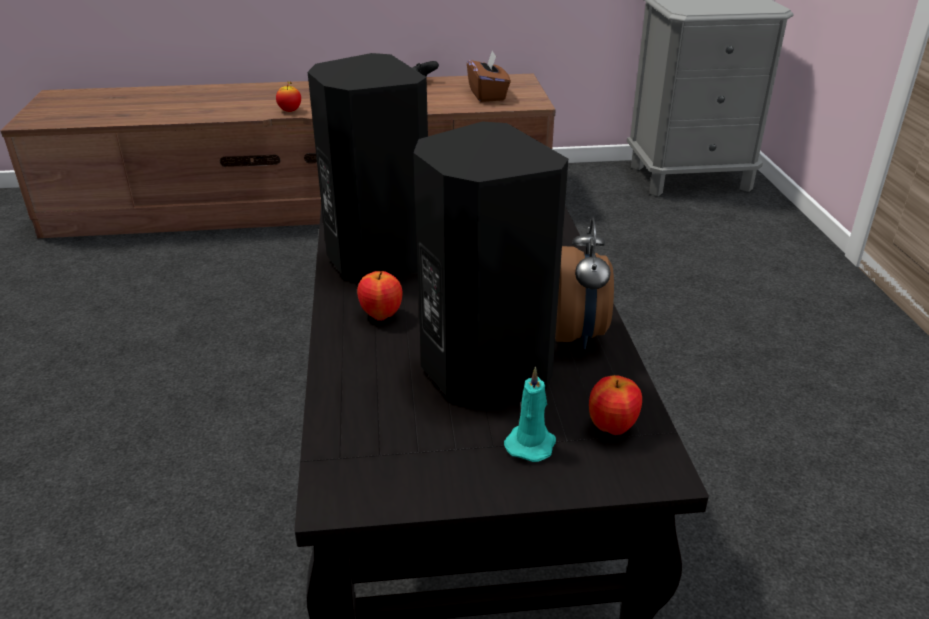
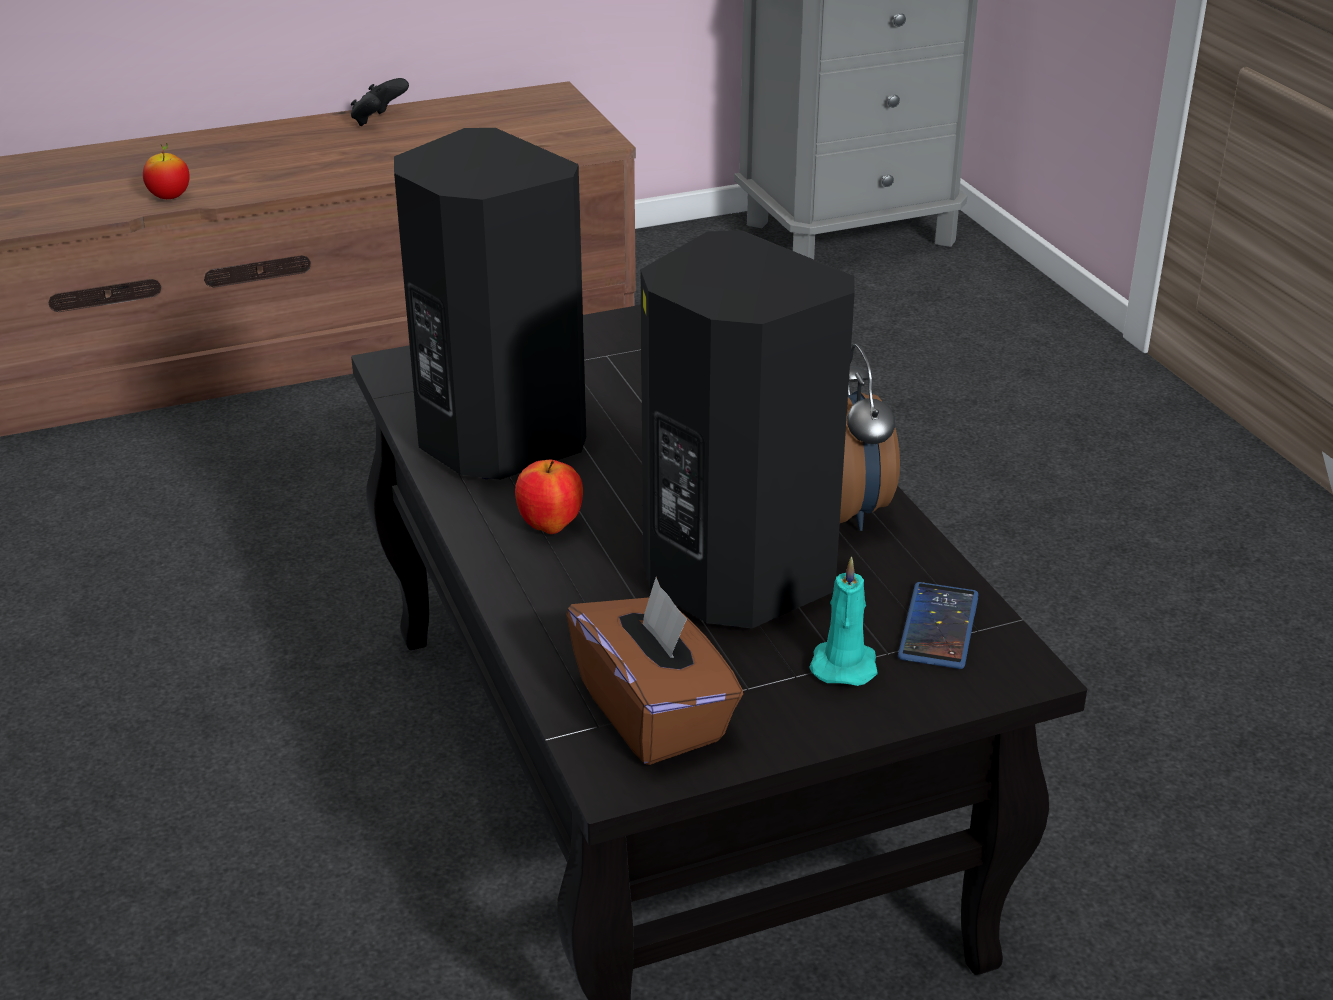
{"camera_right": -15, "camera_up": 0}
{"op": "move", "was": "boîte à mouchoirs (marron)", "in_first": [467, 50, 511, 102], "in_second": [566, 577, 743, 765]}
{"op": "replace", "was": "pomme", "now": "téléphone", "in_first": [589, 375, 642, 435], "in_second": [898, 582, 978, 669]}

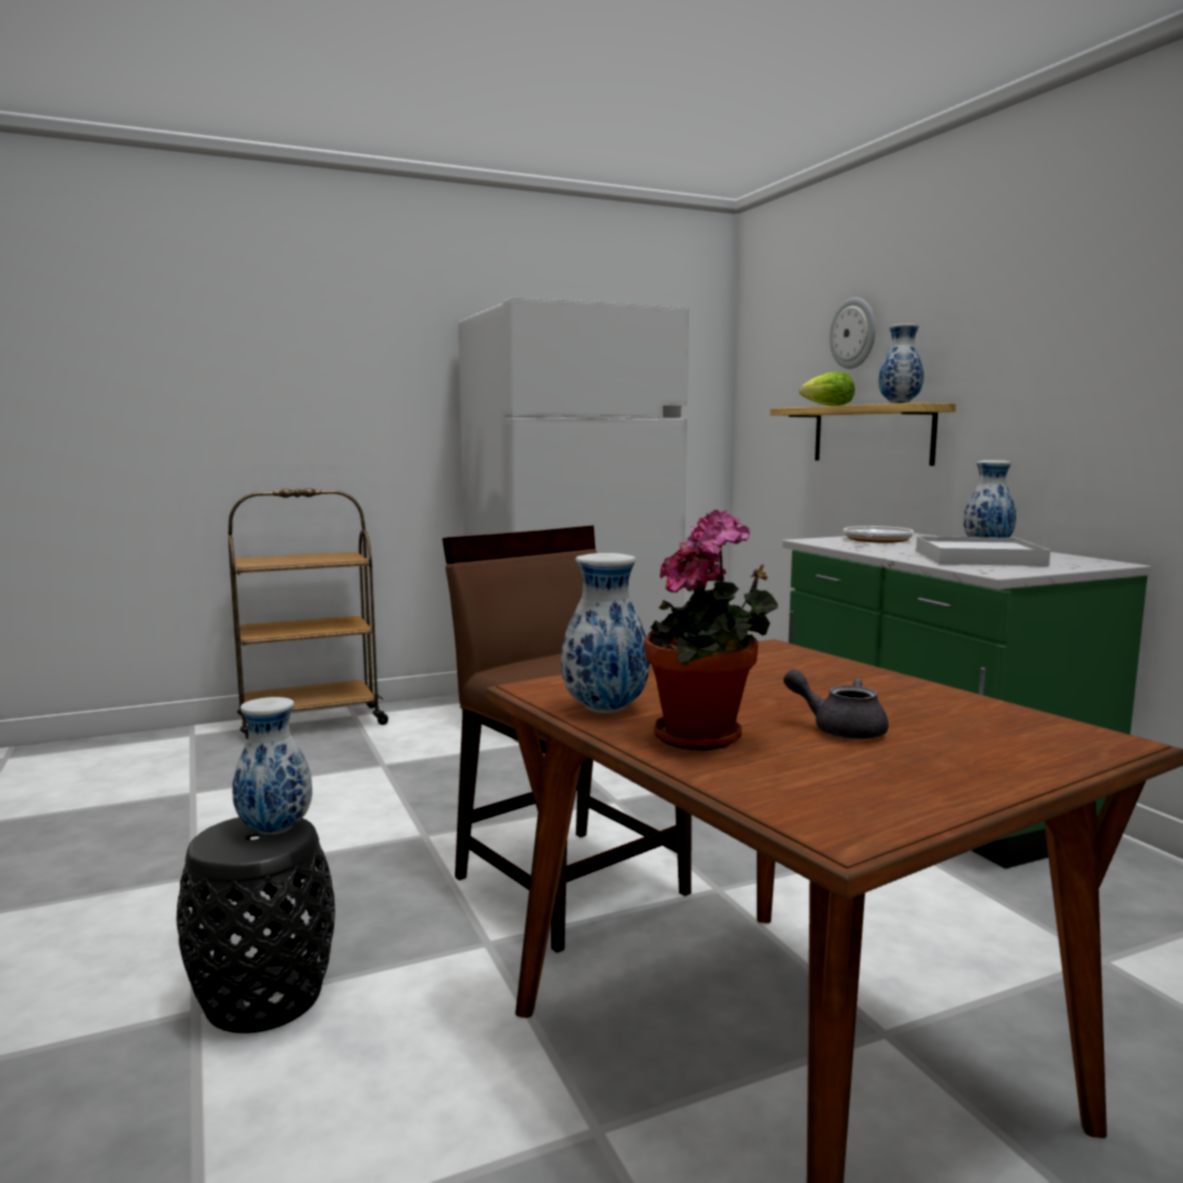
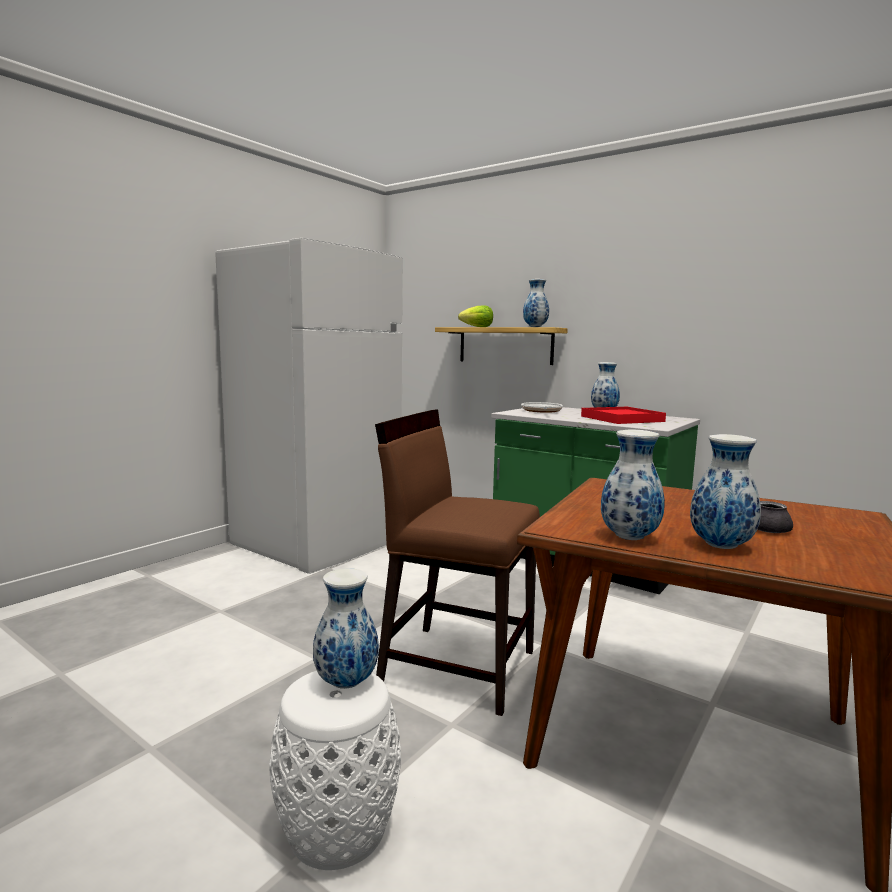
{"camera_right": -30, "camera_up": 0}
{"op": "recolor", "was": "tabouret (noir)", "now": "tabouret (blanc)", "in_first": [177, 817, 335, 1033], "in_second": [269, 671, 401, 870]}
{"op": "delete", "was": "chariot (marron)", "in_first": [228, 488, 388, 739]}
{"op": "replace", "was": "plante en pot", "now": "vase", "in_first": [644, 510, 778, 750], "in_second": [690, 434, 761, 549]}
{"op": "delete", "was": "horloge murale", "in_first": [829, 298, 876, 369]}
{"op": "recolor", "was": "plateau (blanc)", "now": "plateau (rouge)", "in_first": [916, 536, 1051, 566], "in_second": [581, 407, 666, 424]}

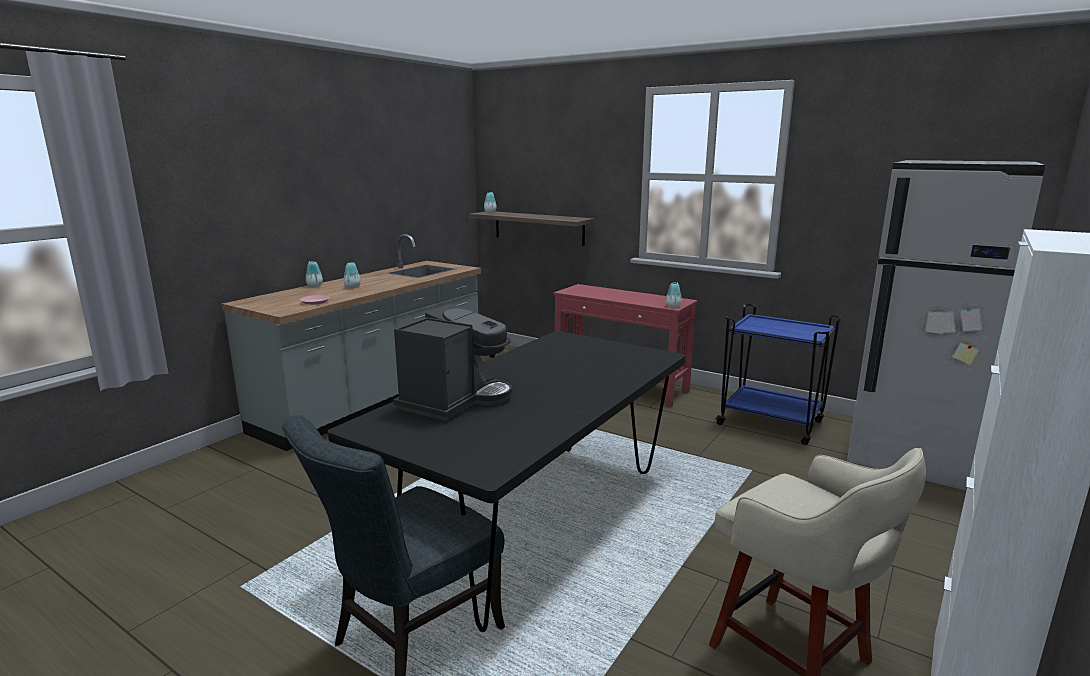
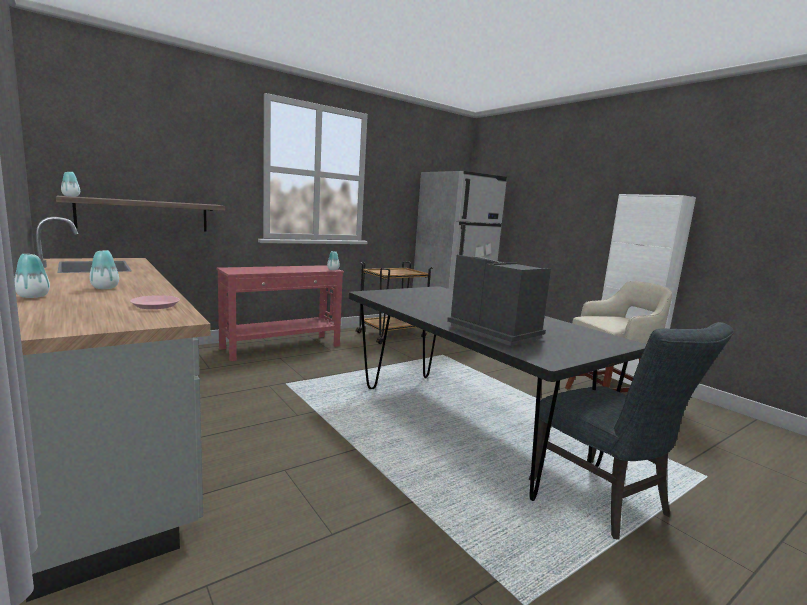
{"camera_right": -70, "camera_up": -5}
{"op": "recolor", "was": "chariot (bleu)", "now": "chariot (marron)", "in_first": [714, 304, 841, 445], "in_second": [355, 261, 433, 344]}

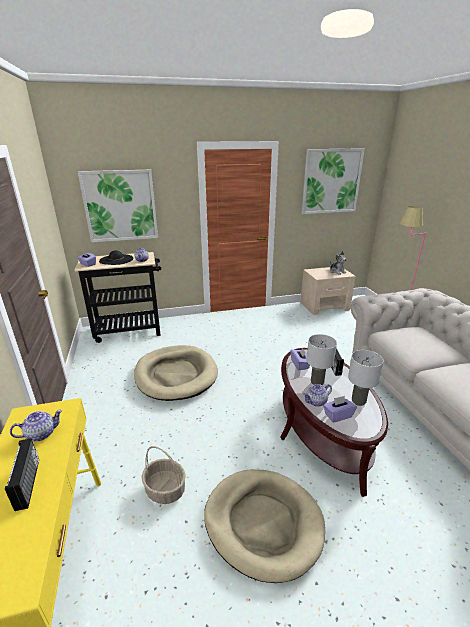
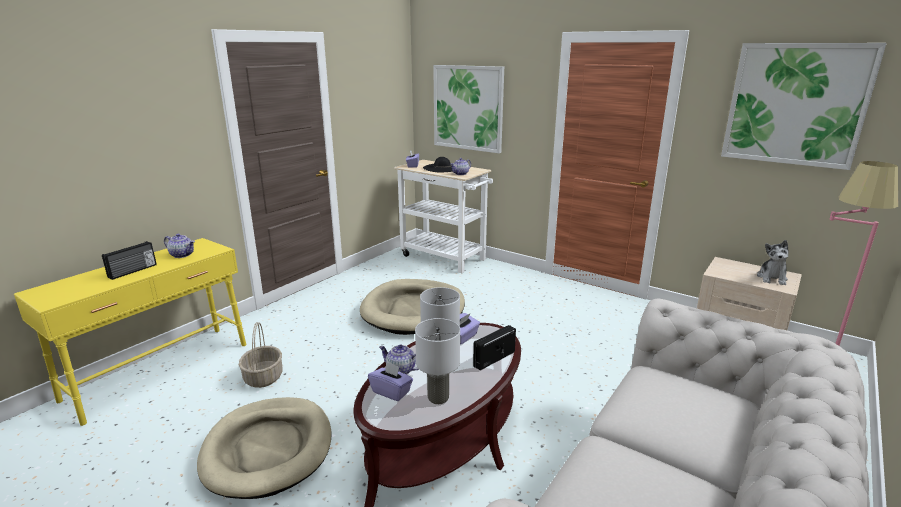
{"camera_right": 50, "camera_up": -5}
{"op": "recolor", "was": "chariot (noir)", "now": "chariot (blanc)", "in_first": [75, 252, 161, 343], "in_second": [394, 160, 493, 273]}

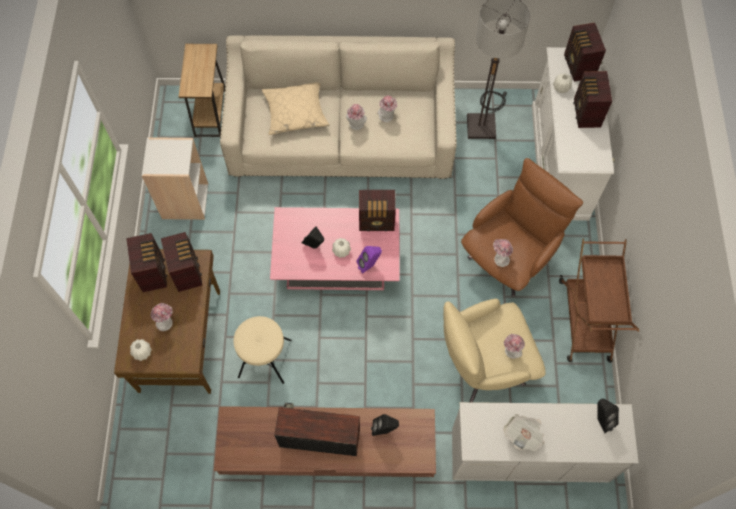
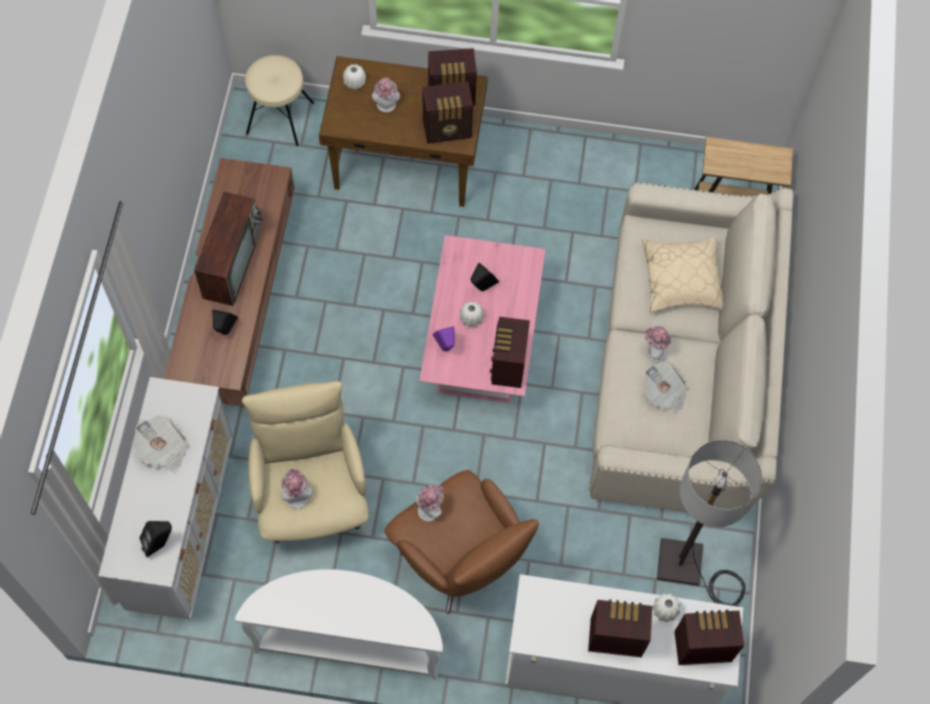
{"camera_right": 95, "camera_up": 0}
{"op": "delete", "was": "bibliothèque", "in_first": [142, 137, 208, 220]}
{"op": "move", "was": "tabouret (beige)", "in_first": [233, 316, 292, 384], "in_second": [245, 55, 314, 146]}
{"op": "replace", "was": "chapeau", "now": "journal", "in_first": [377, 95, 397, 122], "in_second": [643, 361, 688, 414]}
{"op": "replace", "was": "chariot (marron)", "now": "table console (blanc)", "in_first": [559, 239, 639, 363], "in_second": [235, 569, 443, 680]}

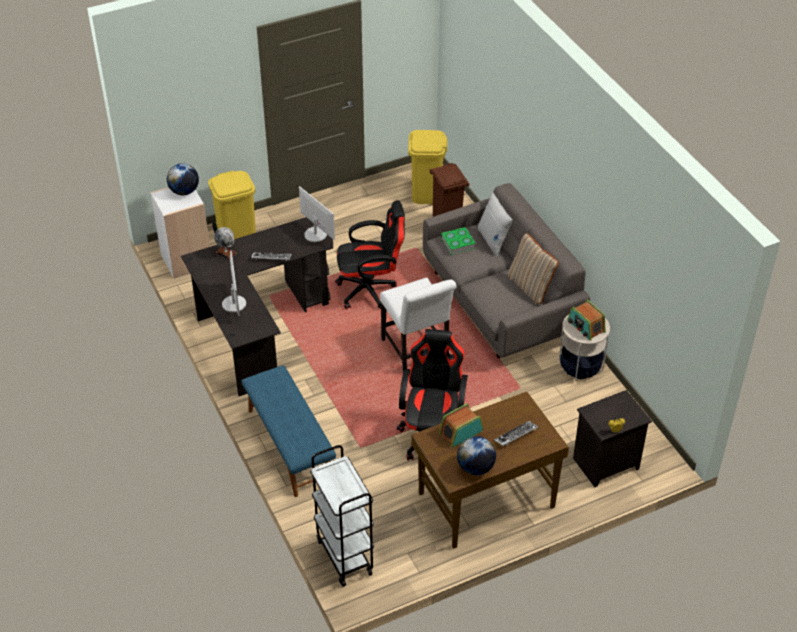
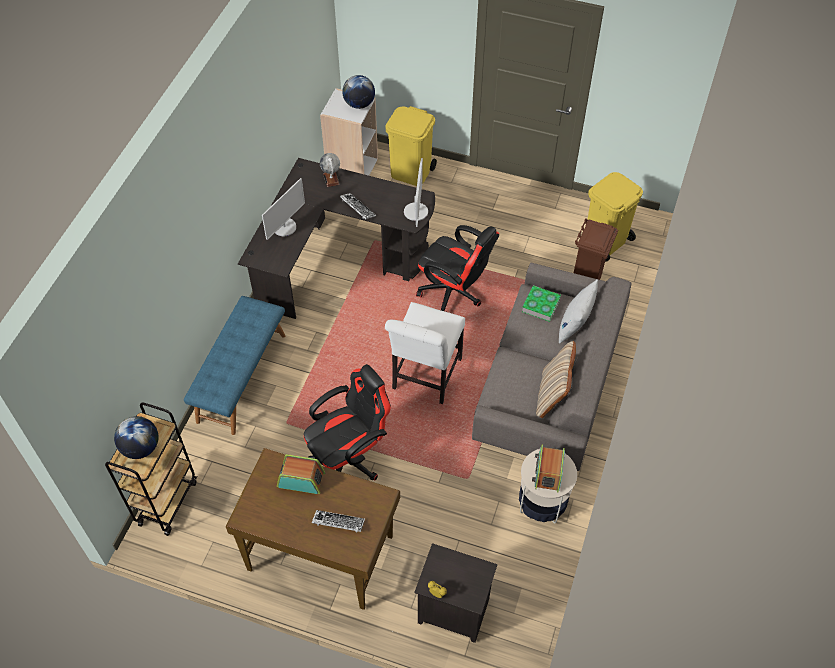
{"camera_right": 45, "camera_up": 10}
{"op": "recolor", "was": "chariot (blanc)", "now": "chariot (marron)", "in_first": [310, 445, 374, 587], "in_second": [105, 402, 197, 536]}
{"op": "move", "was": "globe", "in_first": [457, 436, 496, 475], "in_second": [114, 416, 159, 459]}

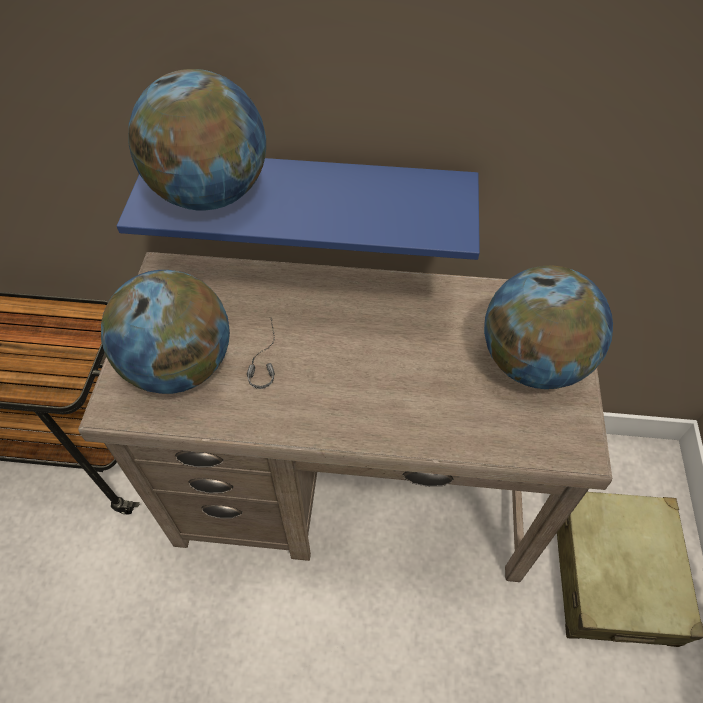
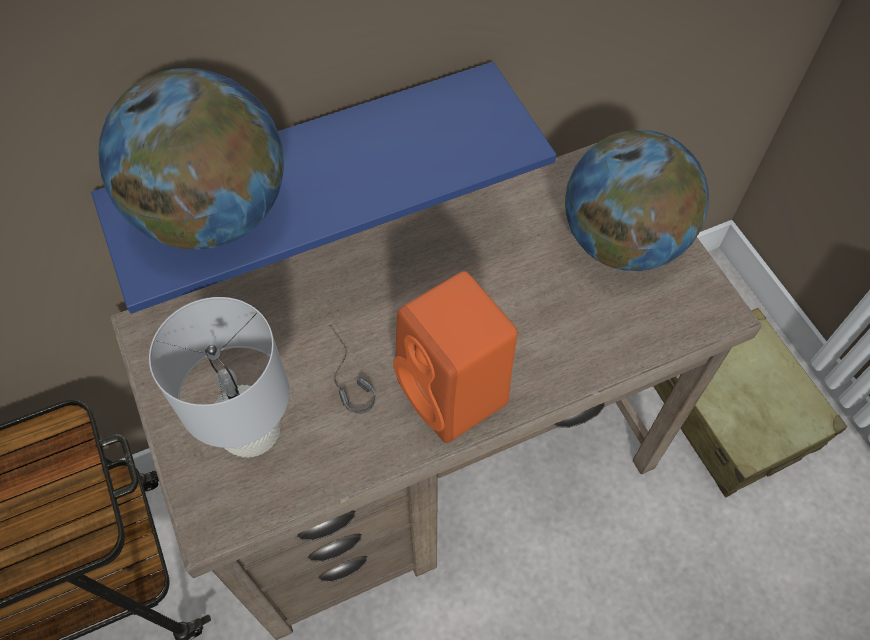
{"camera_right": -30, "camera_up": 5}
{"op": "replace", "was": "globe", "now": "lampe de table (gris)", "in_first": [101, 270, 230, 394], "in_second": [149, 297, 290, 458]}
{"op": "insert", "now": "enceinte (orange)", "in_second": [393, 271, 518, 443]}

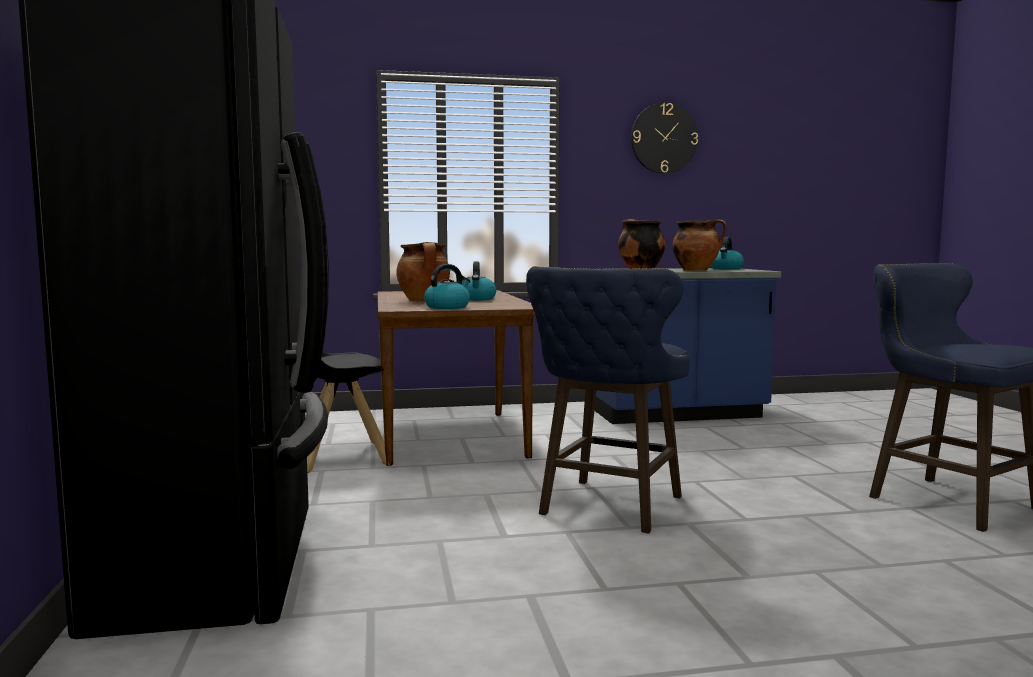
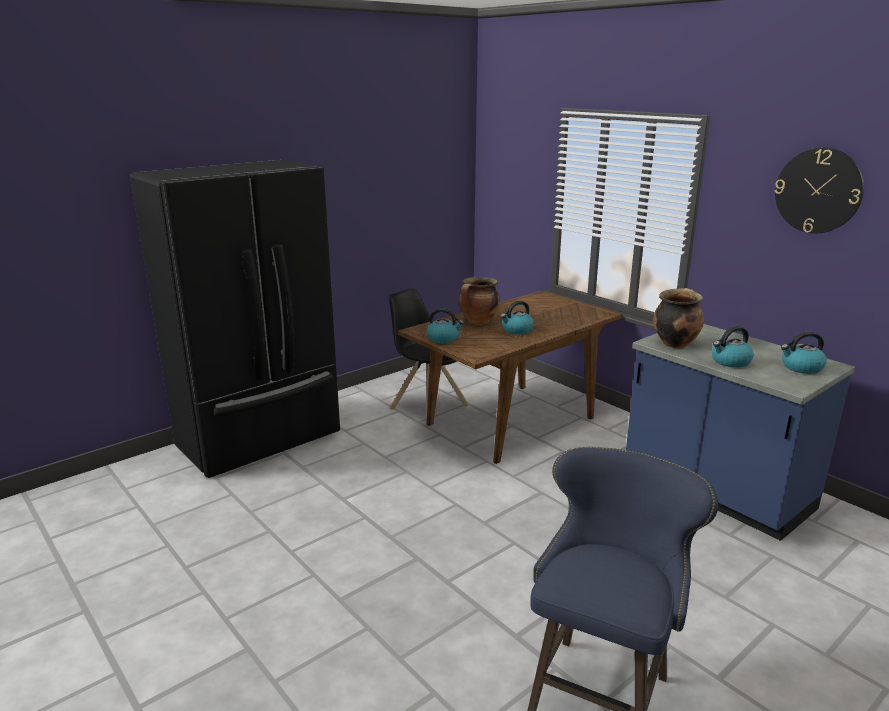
{"camera_right": 60, "camera_up": 15}
{"op": "delete", "was": "tabouret (bleu)", "in_first": [526, 266, 690, 534]}
{"op": "replace", "was": "marmite", "now": "bouilloire", "in_first": [672, 219, 727, 271], "in_second": [712, 326, 754, 368]}

